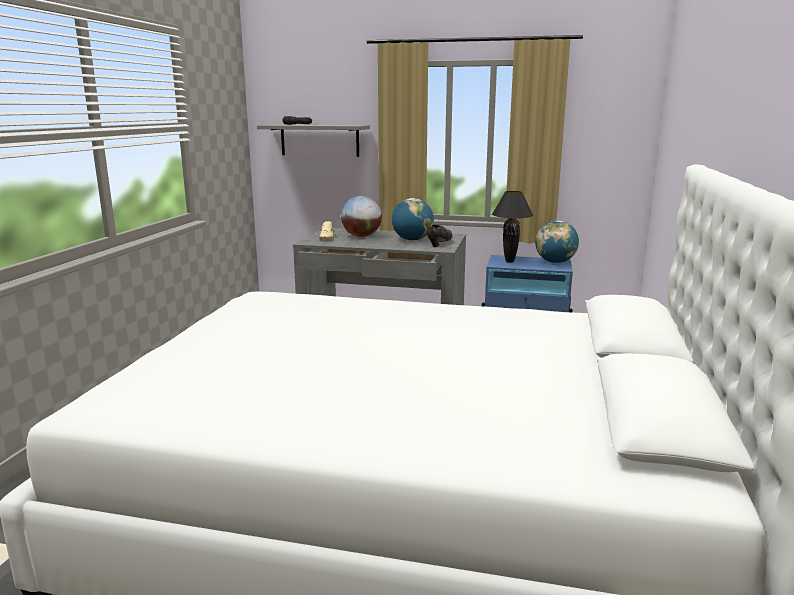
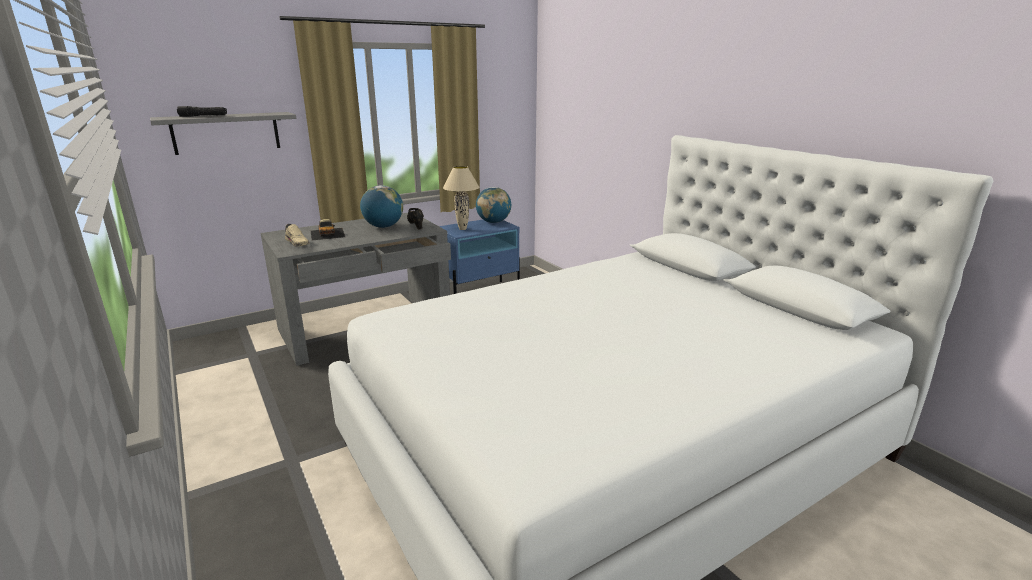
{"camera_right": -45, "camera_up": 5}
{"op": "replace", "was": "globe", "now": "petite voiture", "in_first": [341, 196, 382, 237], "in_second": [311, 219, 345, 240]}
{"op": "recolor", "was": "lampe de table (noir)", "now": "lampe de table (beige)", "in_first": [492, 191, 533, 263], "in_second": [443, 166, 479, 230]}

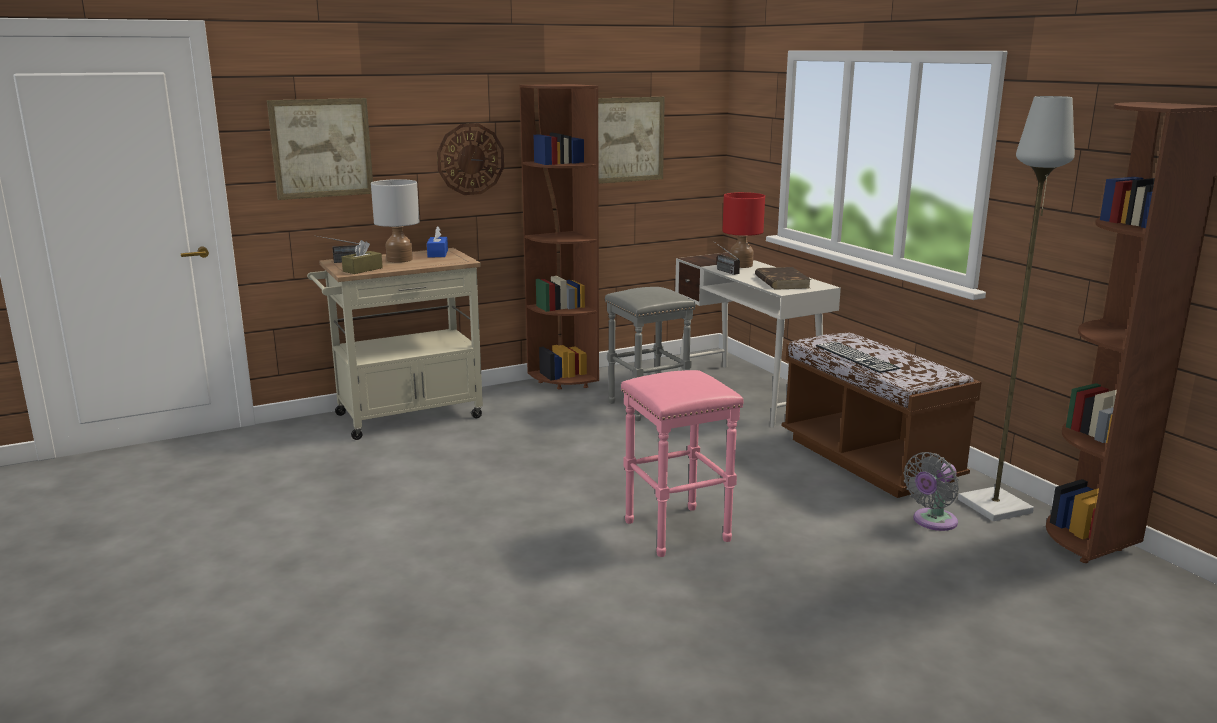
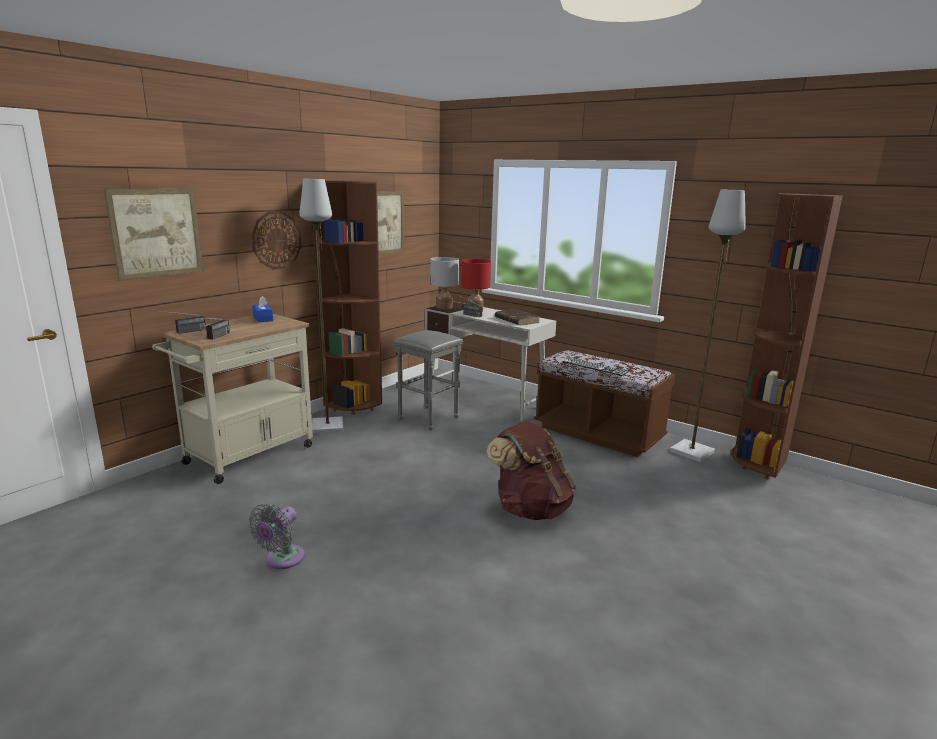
{"camera_right": -25, "camera_up": 0}
{"op": "replace", "was": "boîte à mouchoirs (marron)", "now": "radio", "in_first": [342, 240, 383, 274], "in_second": [200, 318, 230, 340]}
{"op": "move", "was": "lampe de table (gris)", "in_first": [371, 179, 420, 262], "in_second": [430, 257, 459, 309]}
{"op": "replace", "was": "tabouret (rose)", "now": "sac à dos (marron)", "in_first": [621, 370, 744, 557], "in_second": [486, 421, 576, 520]}
{"op": "move", "was": "ventilateur (gris)", "in_first": [903, 452, 959, 531], "in_second": [248, 503, 305, 569]}
{"op": "insert", "now": "lampadaire (gris)", "in_second": [299, 179, 343, 434]}

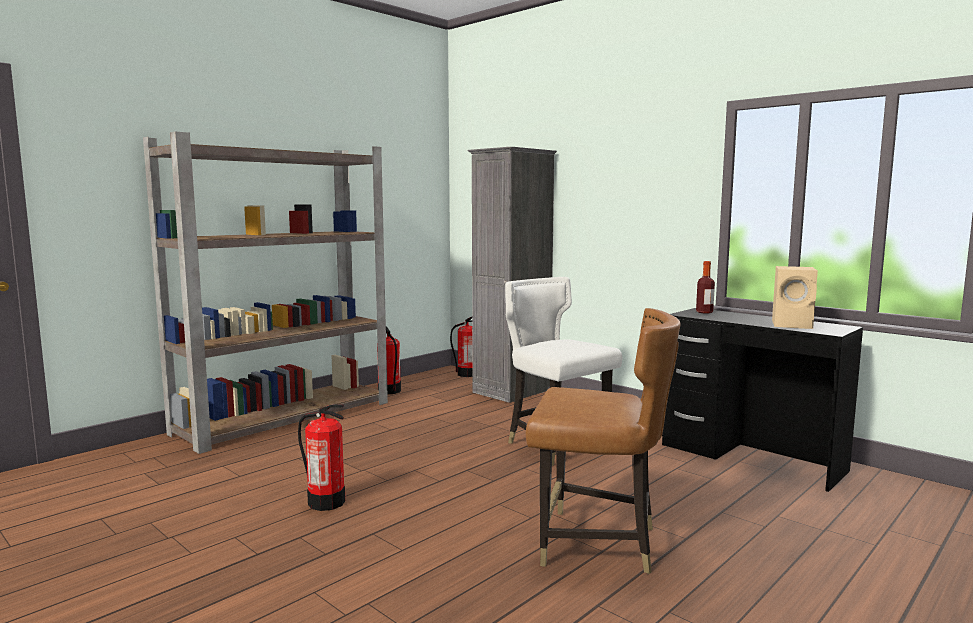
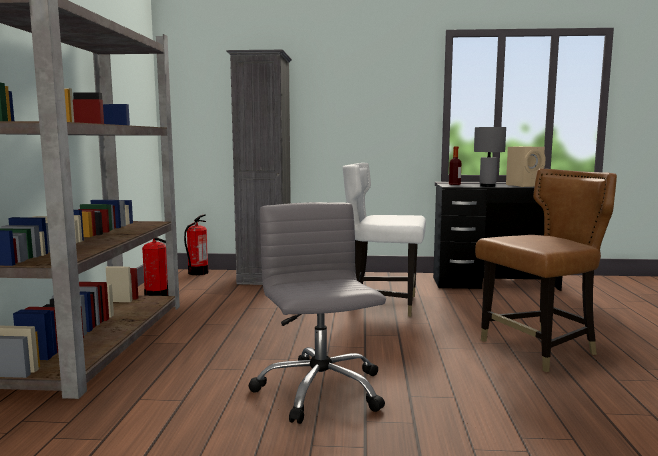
{"camera_right": -40, "camera_up": 0}
{"op": "replace", "was": "extincteur", "now": "chaise de bureau (gris)", "in_first": [298, 404, 345, 511], "in_second": [248, 202, 386, 424]}
{"op": "insert", "now": "lampe de table (gris)", "in_second": [474, 127, 506, 187]}

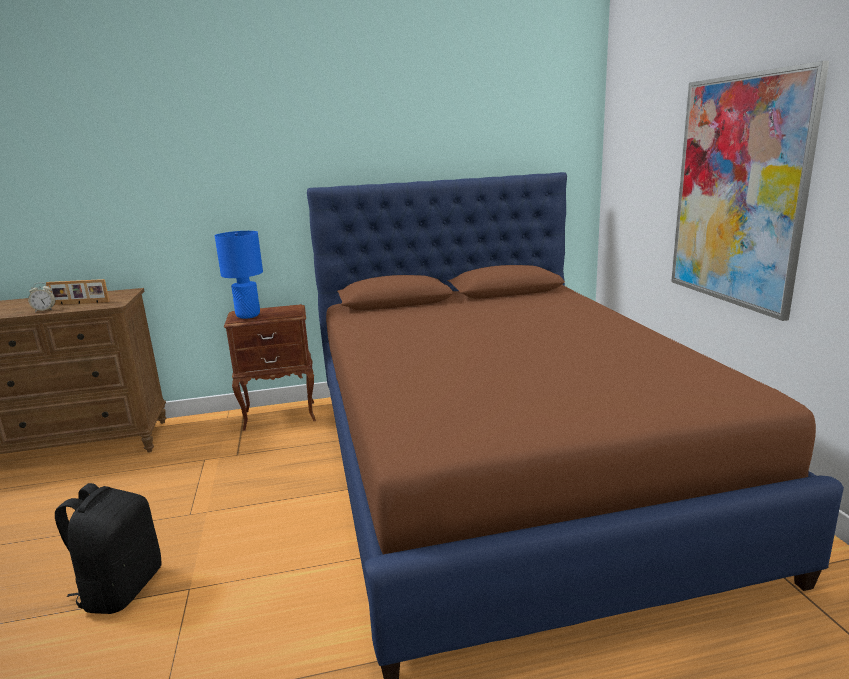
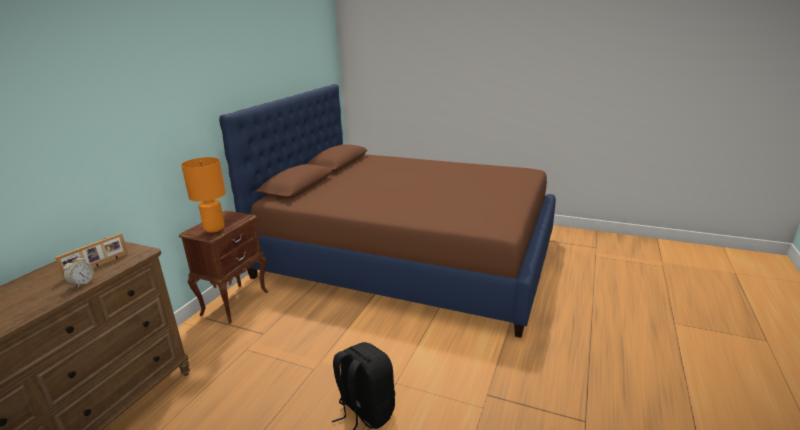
{"camera_right": -55, "camera_up": 5}
{"op": "recolor", "was": "lampe de table (bleu)", "now": "lampe de table (orange)", "in_first": [215, 231, 263, 319], "in_second": [181, 157, 226, 233]}
{"op": "delete", "was": "tableau", "in_first": [671, 61, 829, 321]}

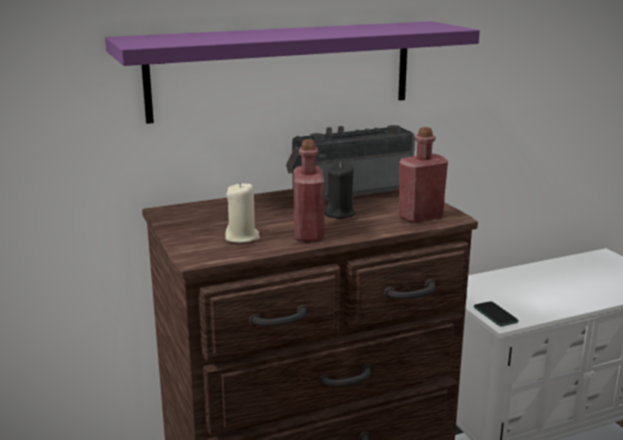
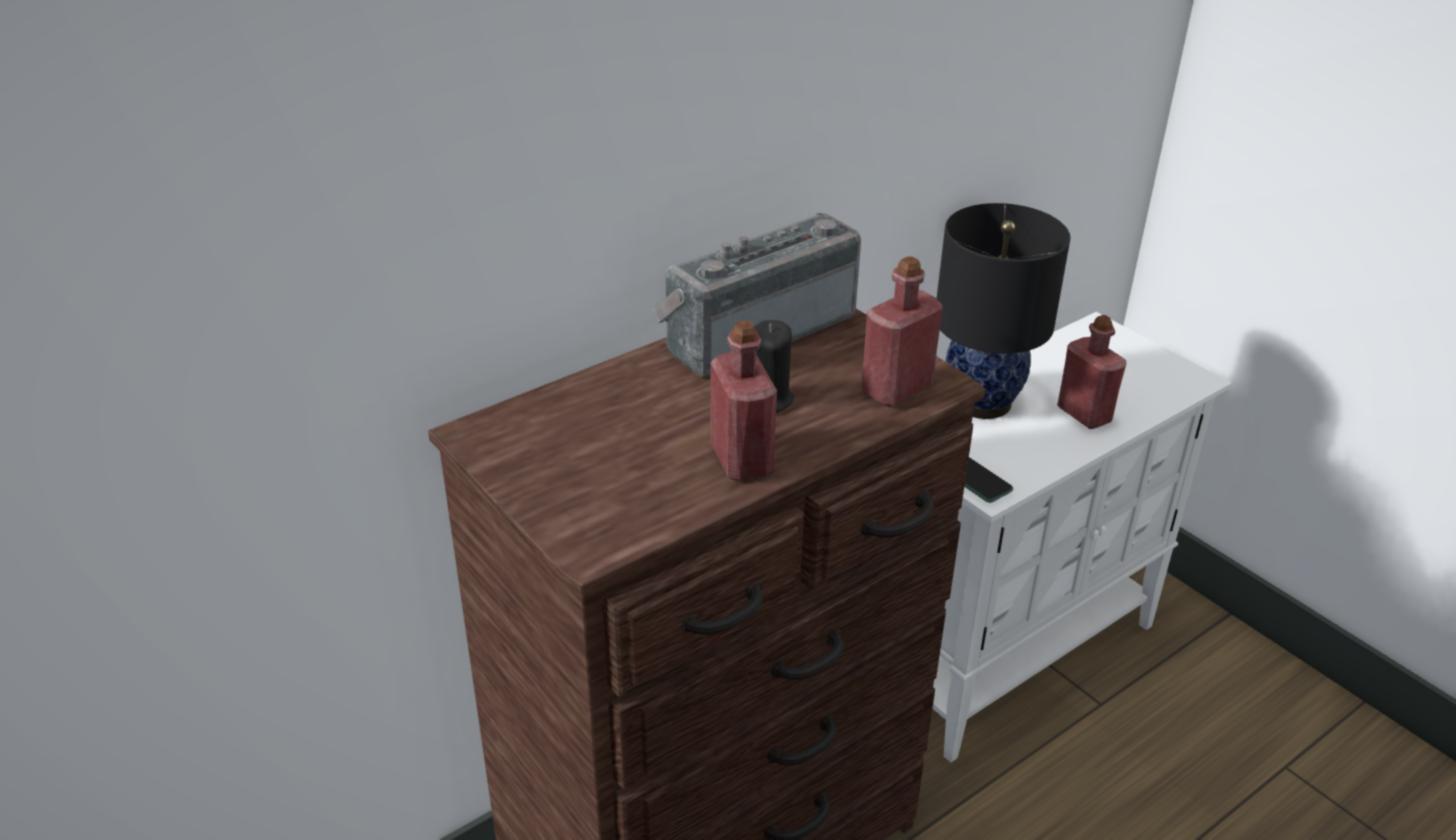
{"camera_right": -15, "camera_up": 15}
{"op": "delete", "was": "étagère (violet)", "in_first": [105, 21, 480, 124]}
{"op": "delete", "was": "bougie (beige)", "in_first": [225, 182, 260, 243]}
{"op": "insert", "now": "lampe de table (noir)", "in_second": [937, 203, 1070, 419]}
{"op": "insert", "now": "bouteille (rouge)", "in_second": [1057, 315, 1126, 429]}

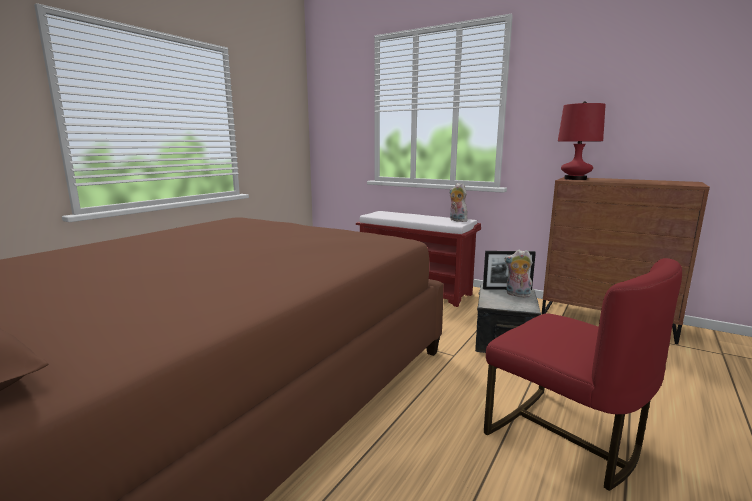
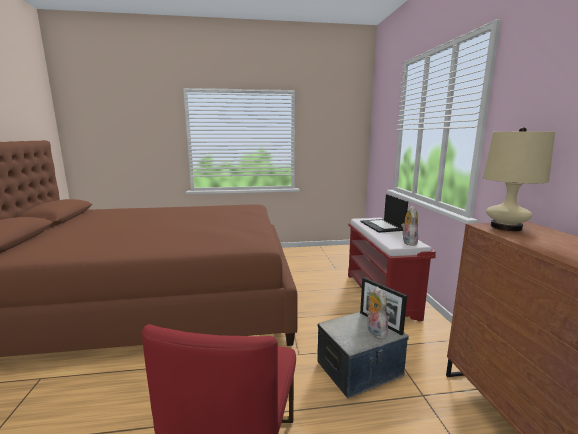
{"camera_right": 50, "camera_up": 0}
{"op": "recolor", "was": "lampe de table (rouge)", "now": "lampe de table (beige)", "in_first": [558, 101, 606, 180], "in_second": [483, 127, 555, 231]}
{"op": "insert", "now": "ordinateur portable", "in_second": [360, 194, 408, 233]}

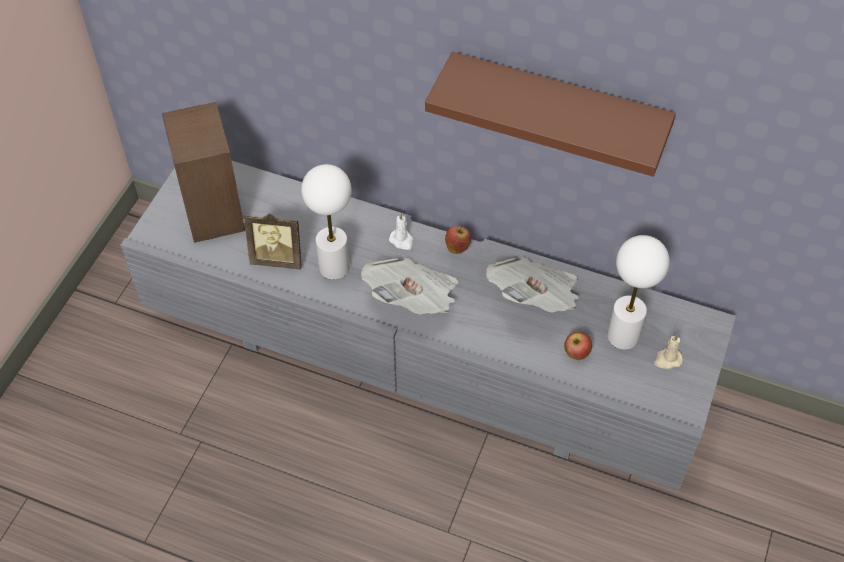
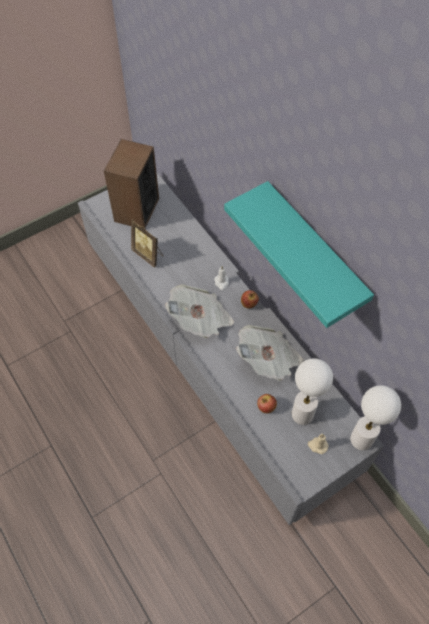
{"camera_right": 35, "camera_up": 5}
{"op": "move", "was": "lampe de table (blanc)", "in_first": [301, 164, 352, 280], "in_second": [350, 385, 401, 450]}
{"op": "recolor", "was": "étagère (marron)", "now": "étagère (turquoise)", "in_first": [425, 52, 676, 177], "in_second": [224, 181, 374, 328]}

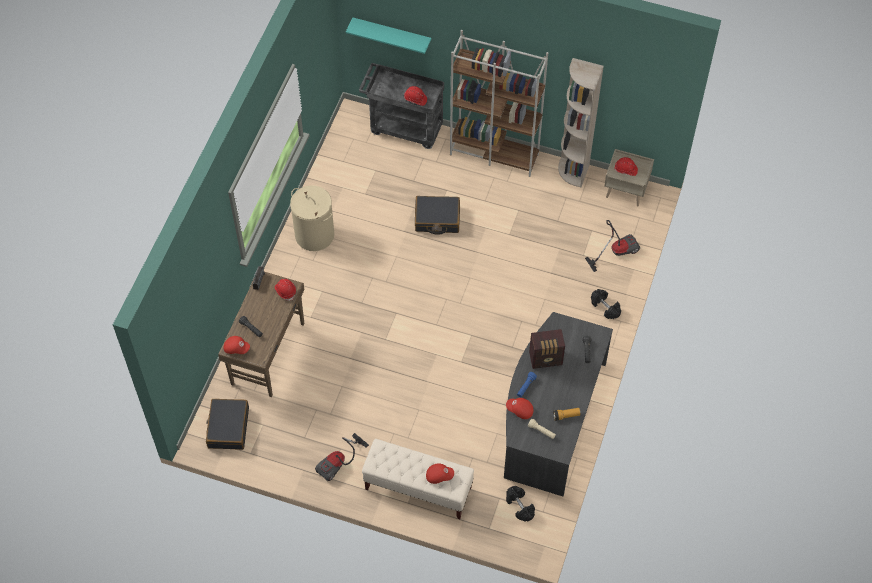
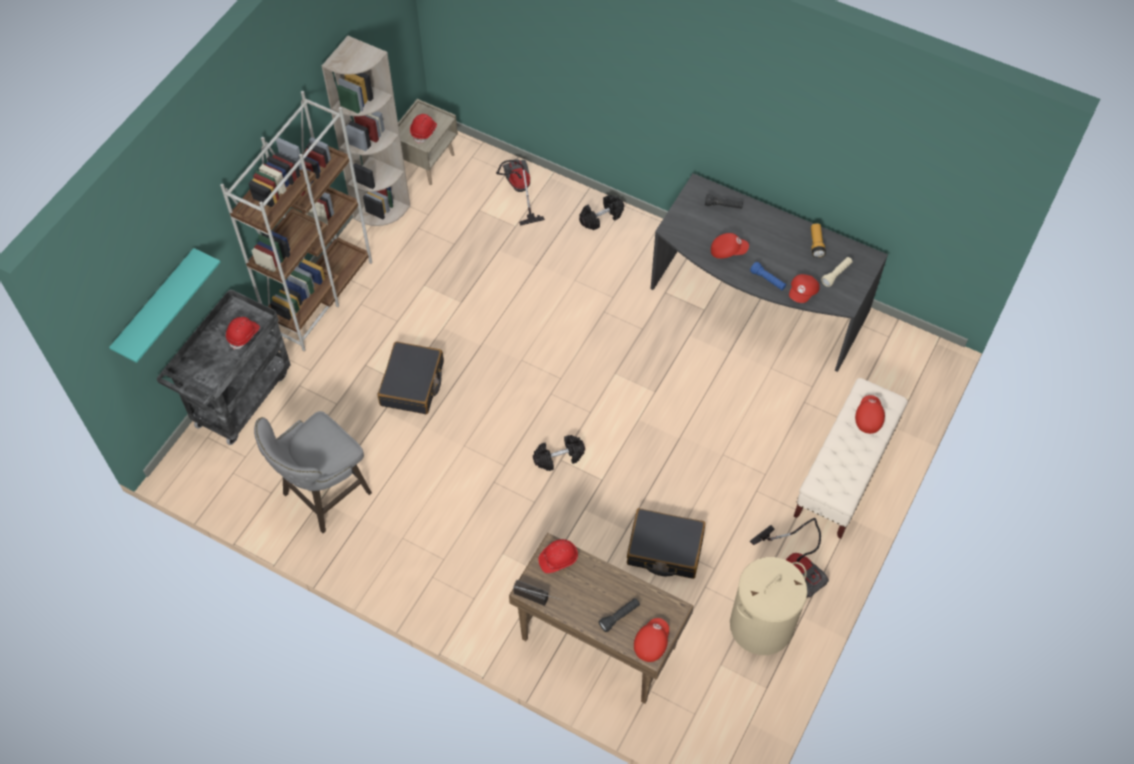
{"camera_right": -80, "camera_up": 0}
{"op": "move", "was": "valise (noir)", "in_first": [206, 399, 249, 450], "in_second": [627, 508, 705, 579]}
{"op": "move", "was": "panier à linge (beige)", "in_first": [290, 186, 334, 251], "in_second": [730, 557, 808, 655]}
{"op": "move", "was": "haltère (noir)", "in_first": [506, 486, 535, 522], "in_second": [533, 435, 585, 471]}
{"op": "replace", "was": "radio", "now": "casquette (rouge)", "in_first": [529, 329, 565, 369], "in_second": [711, 233, 749, 259]}
{"op": "insert", "now": "tabouret (gris)", "in_second": [254, 411, 372, 533]}

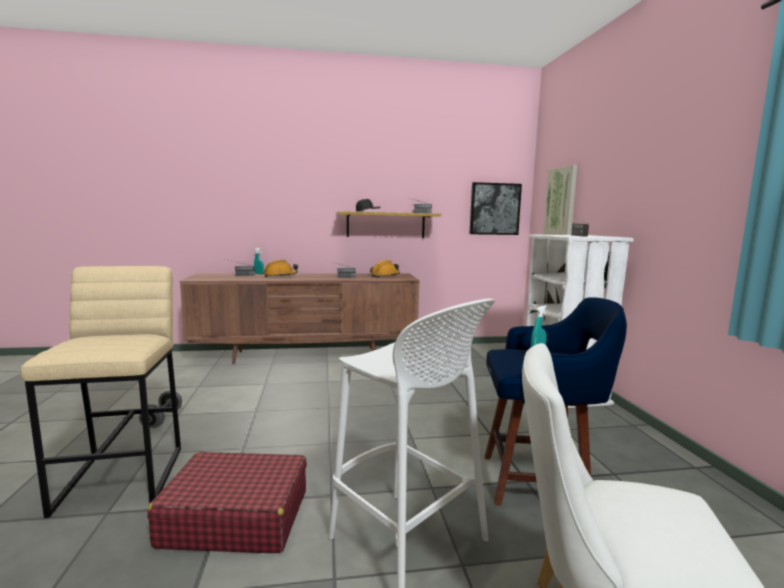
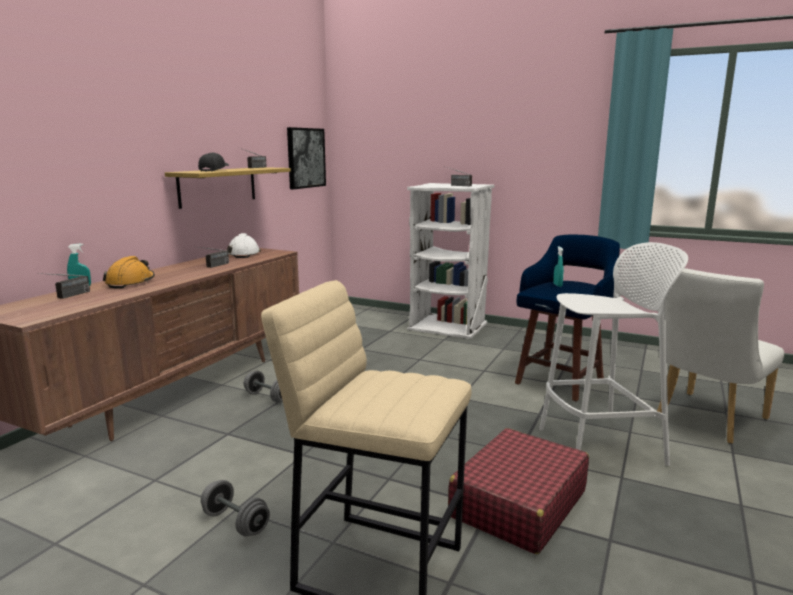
{"camera_right": -55, "camera_up": 5}
{"op": "recolor", "was": "casque de chantier (orange)", "now": "casque de chantier (blanc)", "in_first": [370, 260, 400, 278], "in_second": [227, 233, 261, 258]}
{"op": "delete", "was": "tableau", "in_first": [543, 165, 577, 235]}
{"op": "insert", "now": "haltère (gris)", "in_second": [244, 370, 283, 403]}

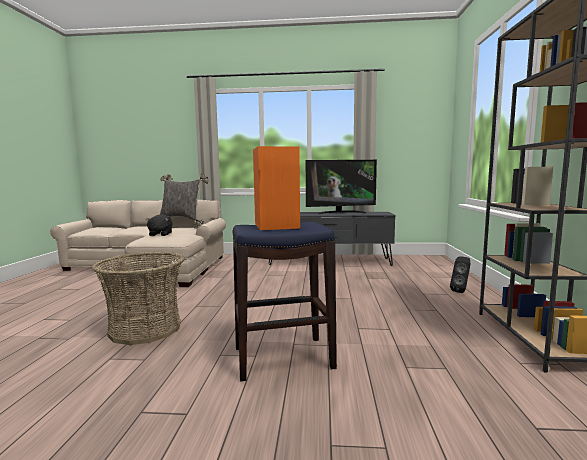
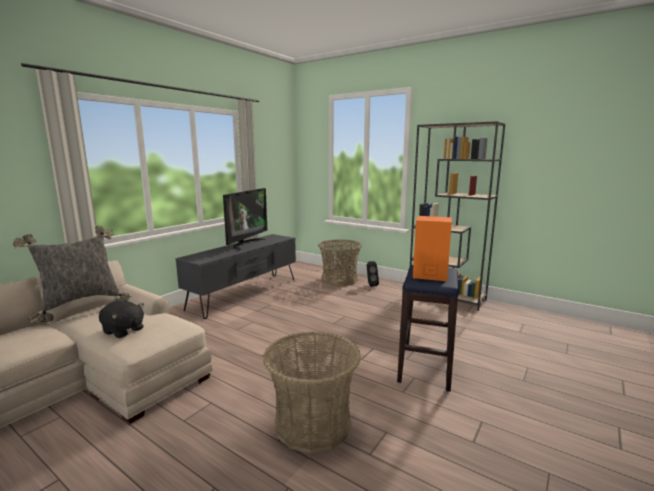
{"camera_right": -60, "camera_up": 5}
{"op": "insert", "now": "panier", "in_second": [318, 240, 362, 286]}

